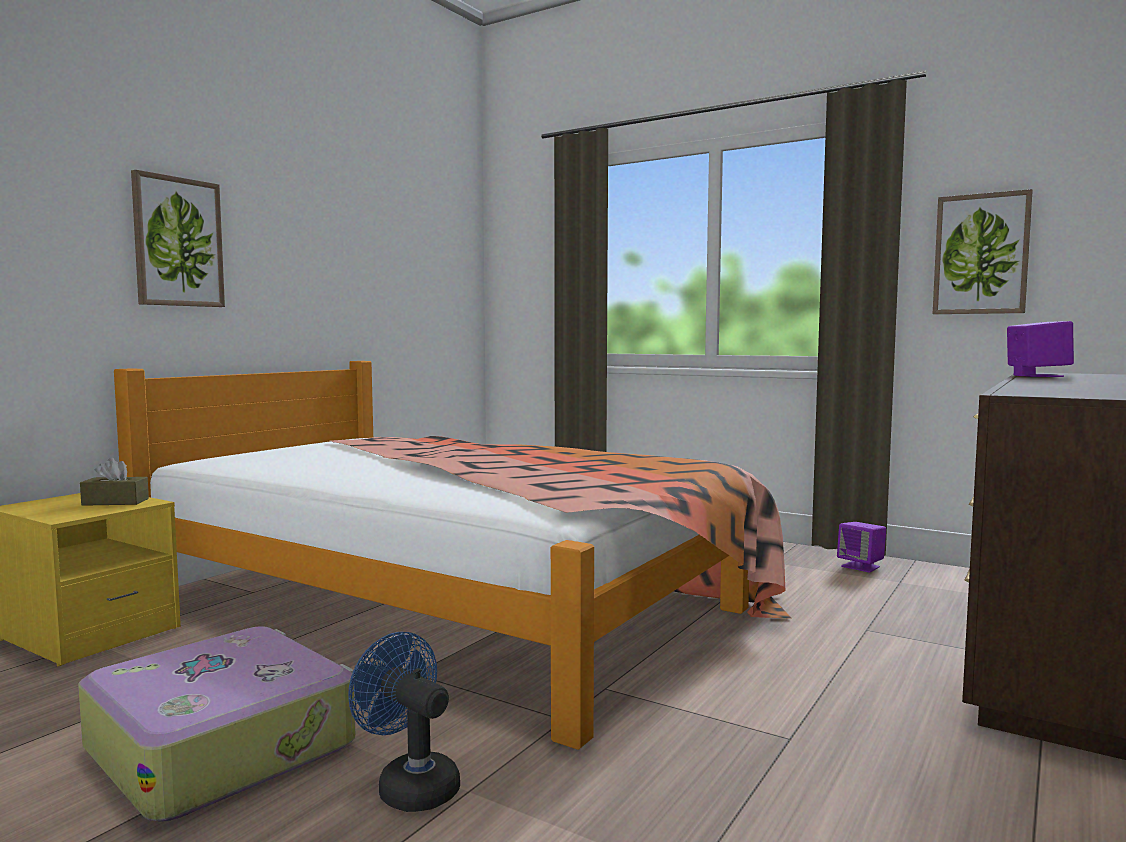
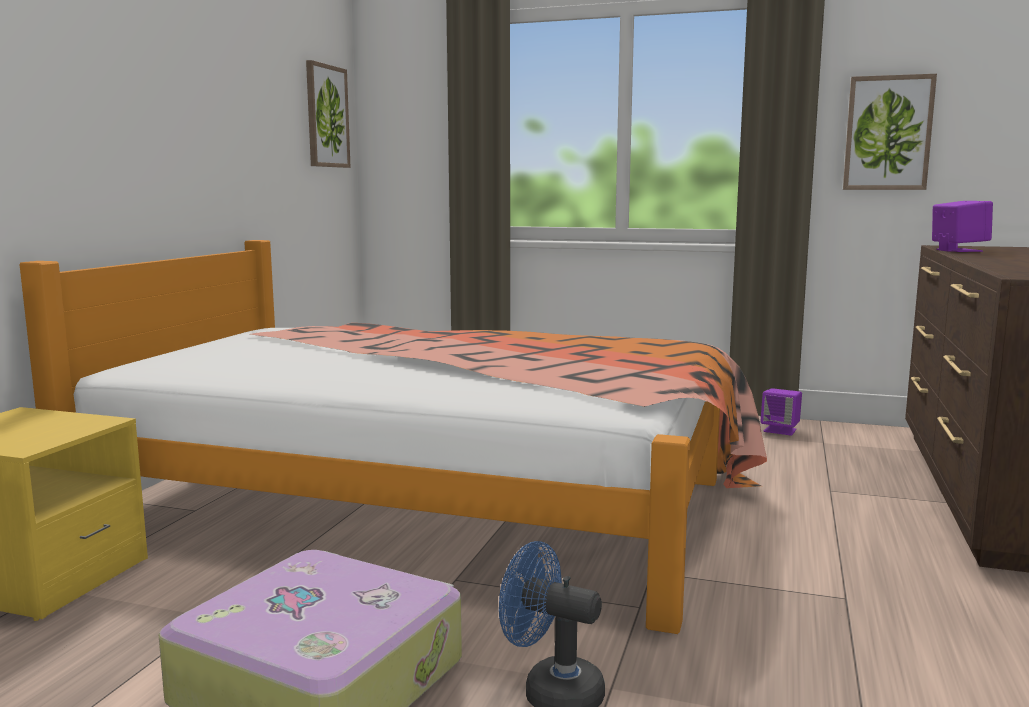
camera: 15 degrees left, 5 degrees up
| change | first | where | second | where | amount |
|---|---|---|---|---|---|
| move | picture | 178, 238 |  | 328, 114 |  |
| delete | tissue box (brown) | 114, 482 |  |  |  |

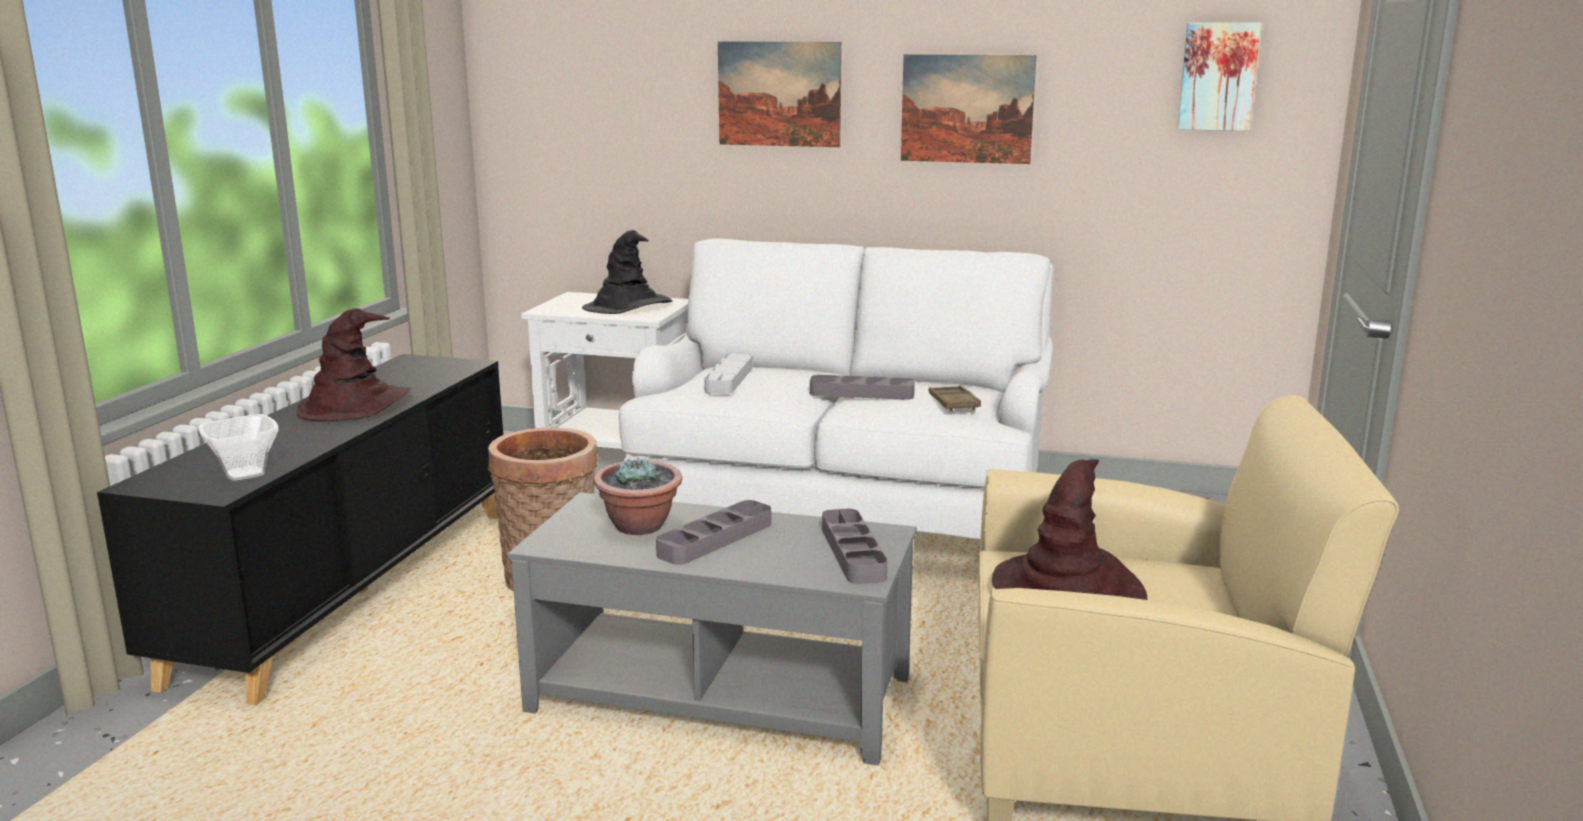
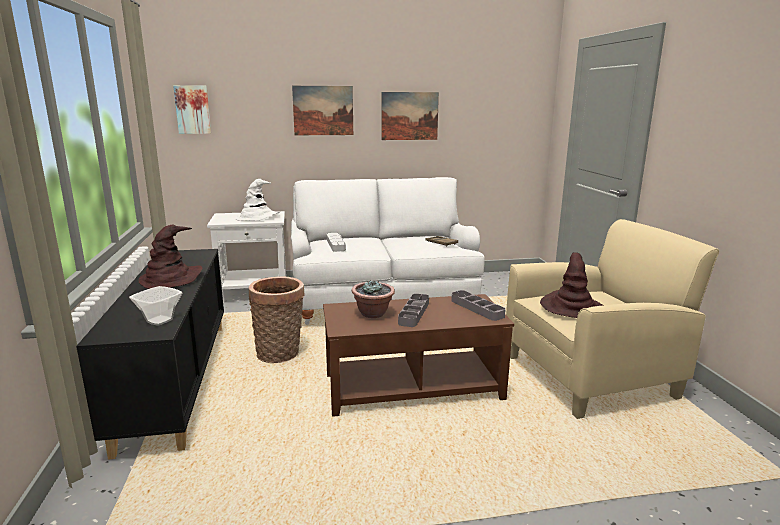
camera: 25 degrees left, 0 degrees up
| change | first | where | second | where | amount |
|---|---|---|---|---|---|
| move | picture | 1219, 77 |  | 192, 109 |  |
| recolor | hat (black) | 627, 272 | hat (white) | 257, 200 |  |
| delete | tray (grey) | 862, 387 |  |  |  |
| recolor | coffee table (grey) | 712, 629 | coffee table (brown) | 418, 355 |  |

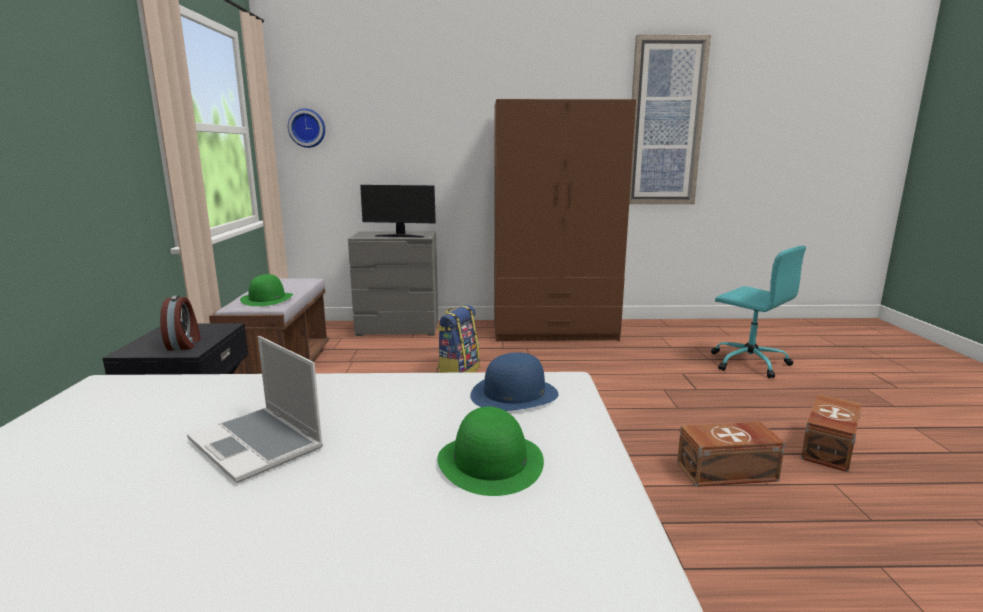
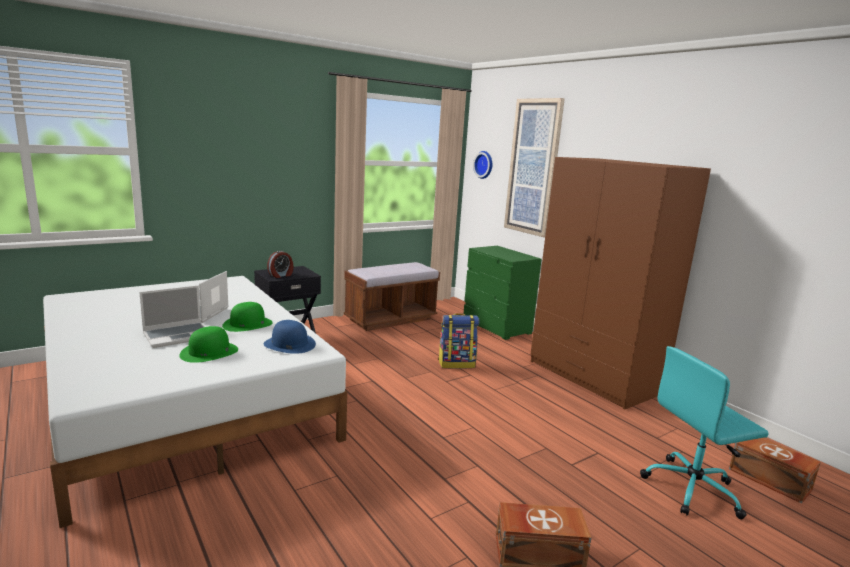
camera: 55 degrees right, 0 degrees up
| change | first | where | second | where | amount |
|---|---|---|---|---|---|
| move | picture | 670, 119 |  | 534, 168 |  |
| delete | monitor | 398, 211 |  |  |  |
| recolor | dresser (grey) | 393, 283 | dresser (green) | 502, 293 |  |
| rotate | office chair (turquoise) | 758, 312 |  | 704, 432 | 60 degrees clockwise |
| move | hat (green) | 266, 290 |  | 247, 317 |  |
| move | storage box (brown) | 731, 454 |  | 775, 471 |  |
| insert |  |  | laptop | 172, 316 |  |

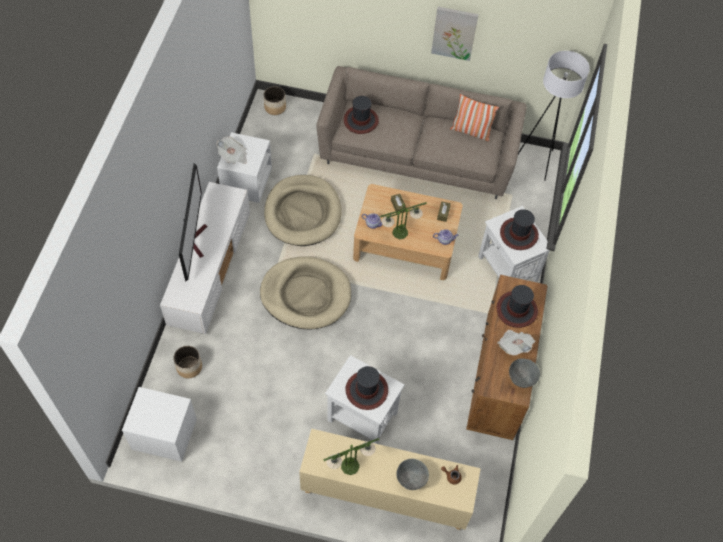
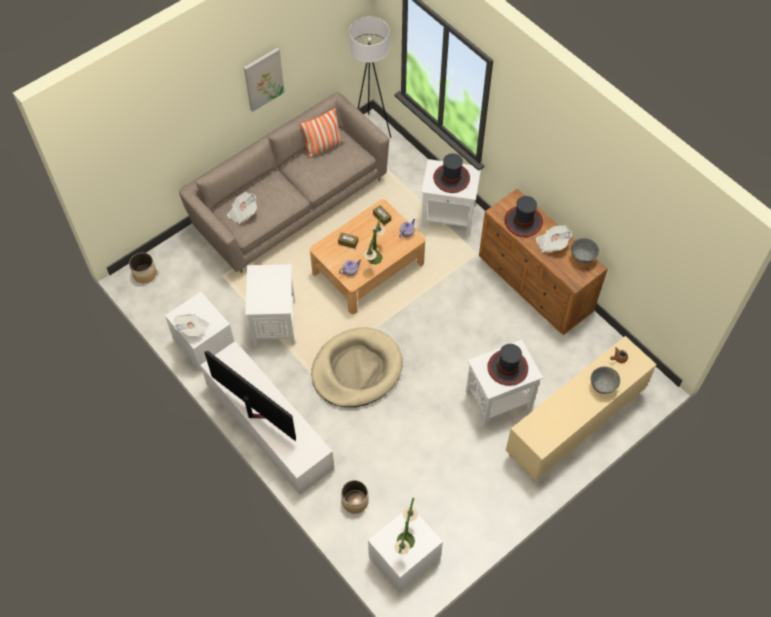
camera: 50 degrees left, 0 degrees up
| change | first | where | second | where | amount |
|---|---|---|---|---|---|
| replace | hat | 361, 115 | newspaper | 242, 208 |  |
| replace | dog bed (beige) | 303, 210 | side table (white) | 270, 305 |  |
| move | table lamp | 351, 456 |  | 406, 526 |  |

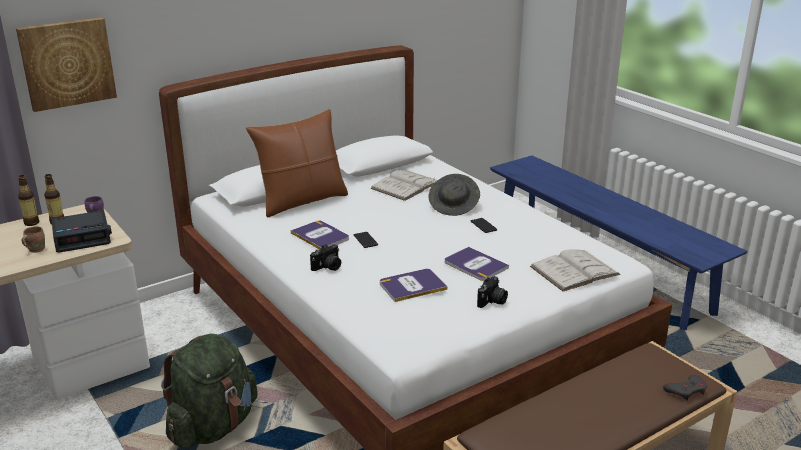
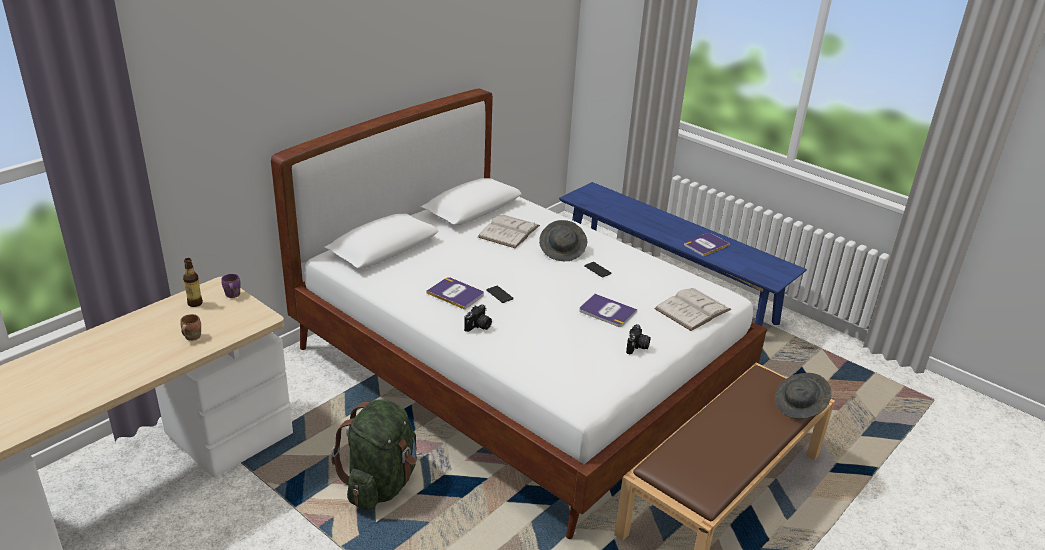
camera: 15 degrees left, 5 degrees up
| change | first | where | second | where | amount |
|---|---|---|---|---|---|
| delete | picture | 66, 64 |  |  |  |
| delete | pillow (brown) | 297, 163 |  |  |  |
| delete | bottle | 28, 200 |  |  |  |
| delete | alarm clock | 81, 231 |  |  |  |
| move | book | 414, 285 |  | 707, 244 |  |
| replace | game controller (grey) | 685, 388 | hat (grey) | 803, 396 |  |

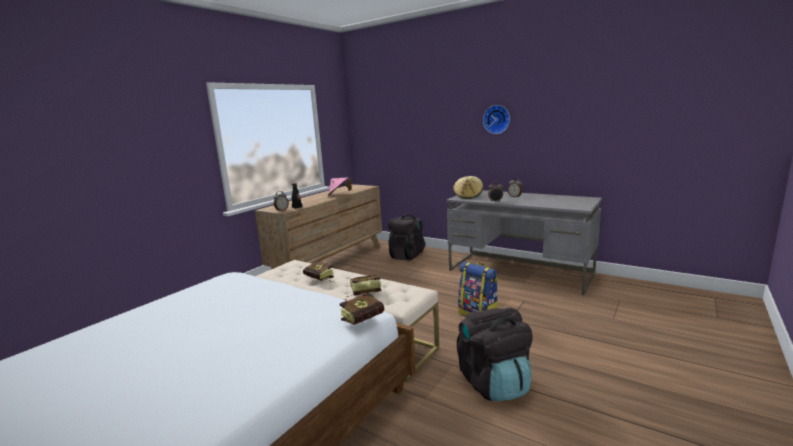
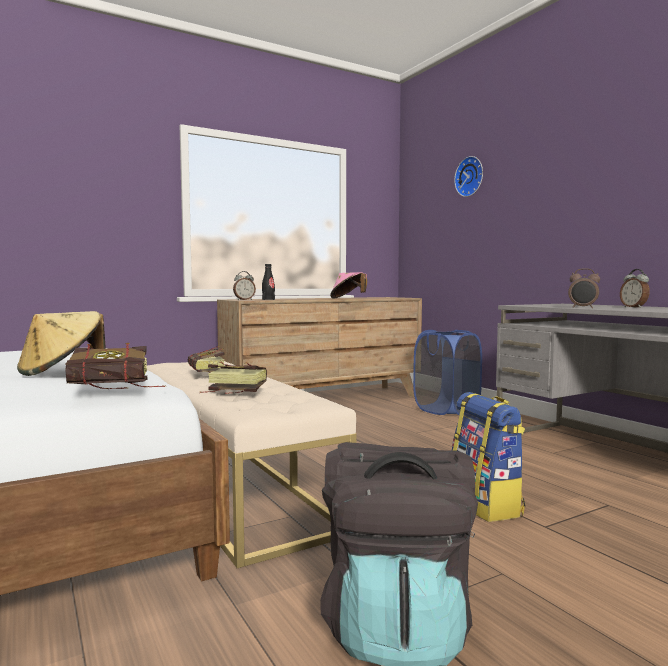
camera: 25 degrees right, 10 degrees down
| change | first | where | second | where | amount |
|---|---|---|---|---|---|
| move | wall clock | 496, 119 |  | 468, 176 |  |
| move | hat (beige) | 468, 187 |  | 61, 343 |  |
| replace | backpack (black) | 406, 237 | laundry basket (blue) | 447, 372 |  |

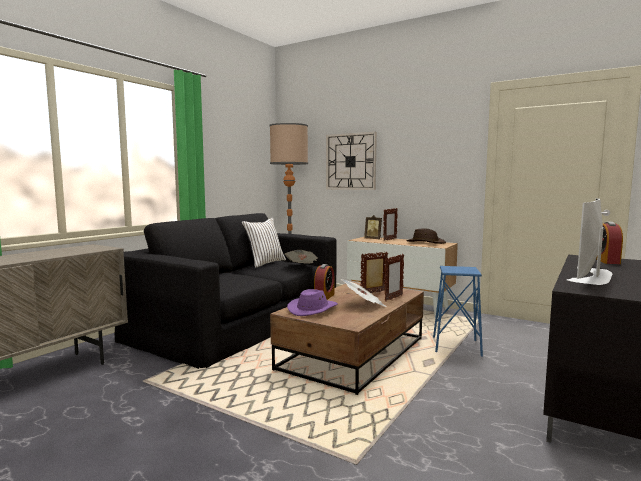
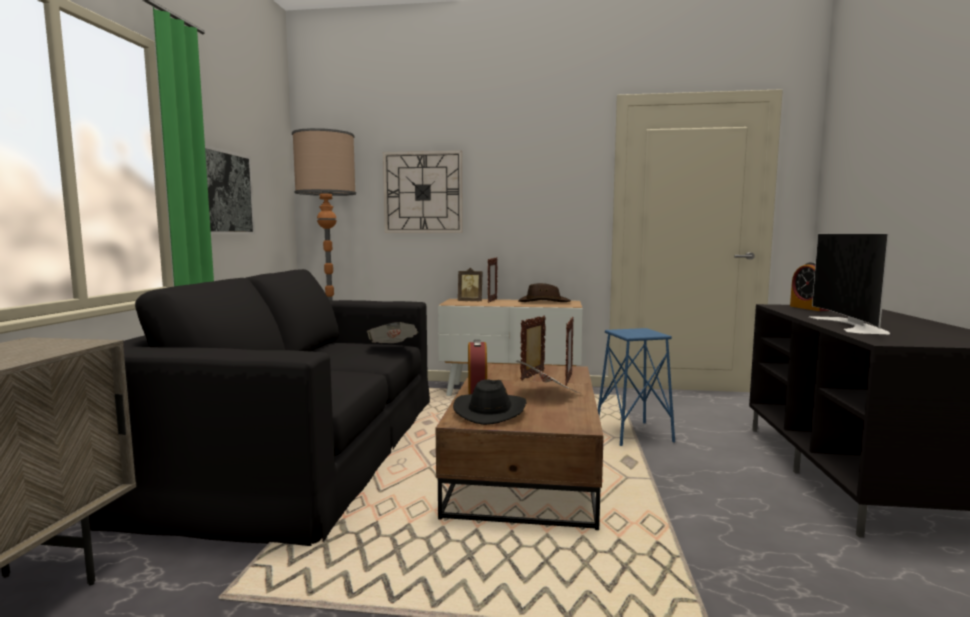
camera: 25 degrees left, 0 degrees up
| change | first | where | second | where | amount |
|---|---|---|---|---|---|
| delete | pillow (white) | 264, 243 |  |  |  |
| recolor | hat (purple) | 312, 302 | hat (black) | 489, 402 |  |
| insert |  |  | picture | 230, 189 |  |

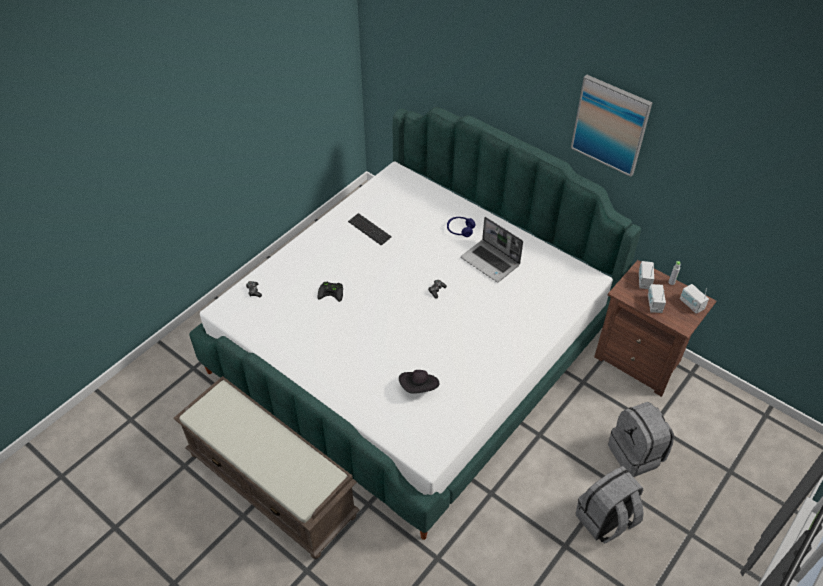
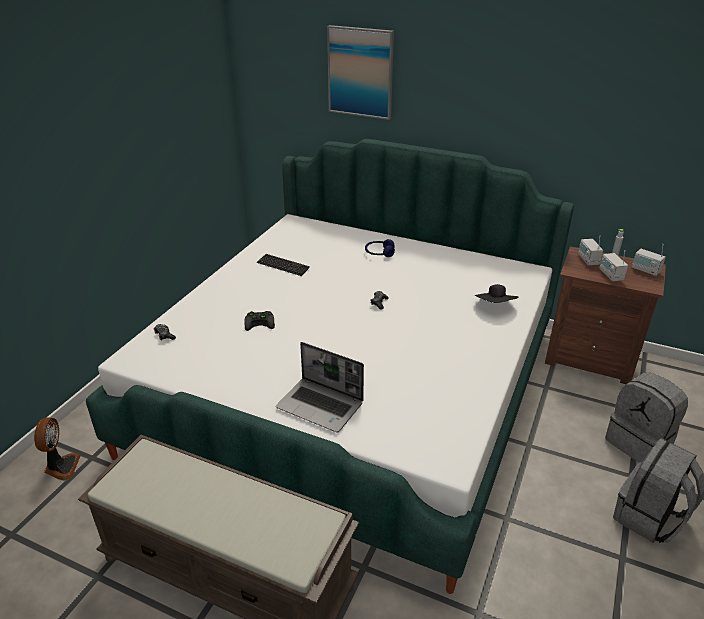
camera: 15 degrees left, 15 degrees down
| change | first | where | second | where | amount |
|---|---|---|---|---|---|
| move | picture | 612, 126 |  | 360, 72 |  |
| move | laptop | 492, 249 |  | 320, 387 |  |
| move | hat (black) | 419, 382 |  | 496, 293 |  |
| insert |  |  | fan | 57, 449 |  |

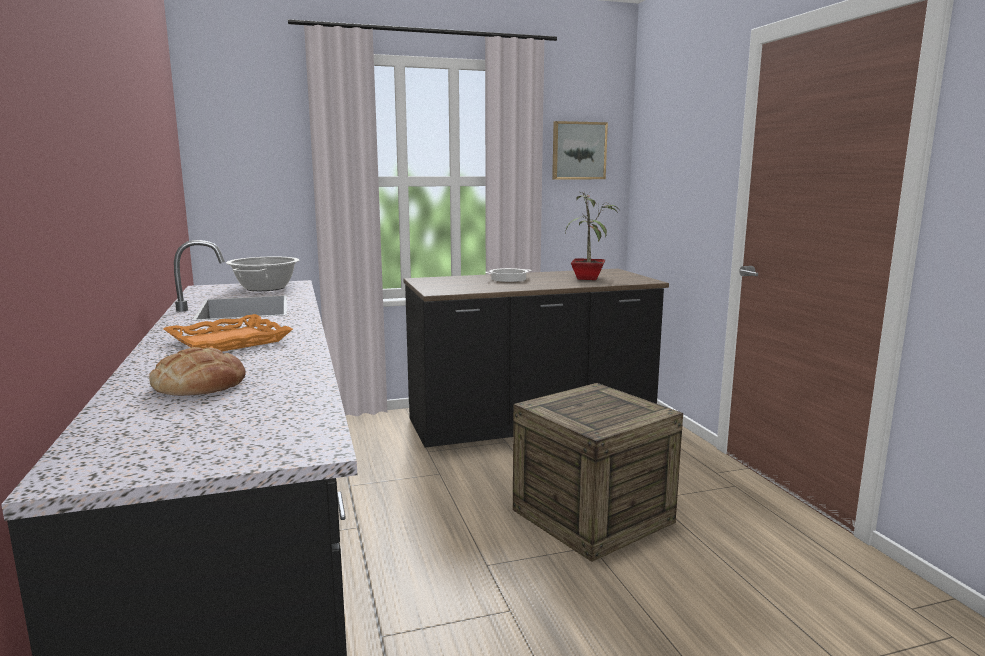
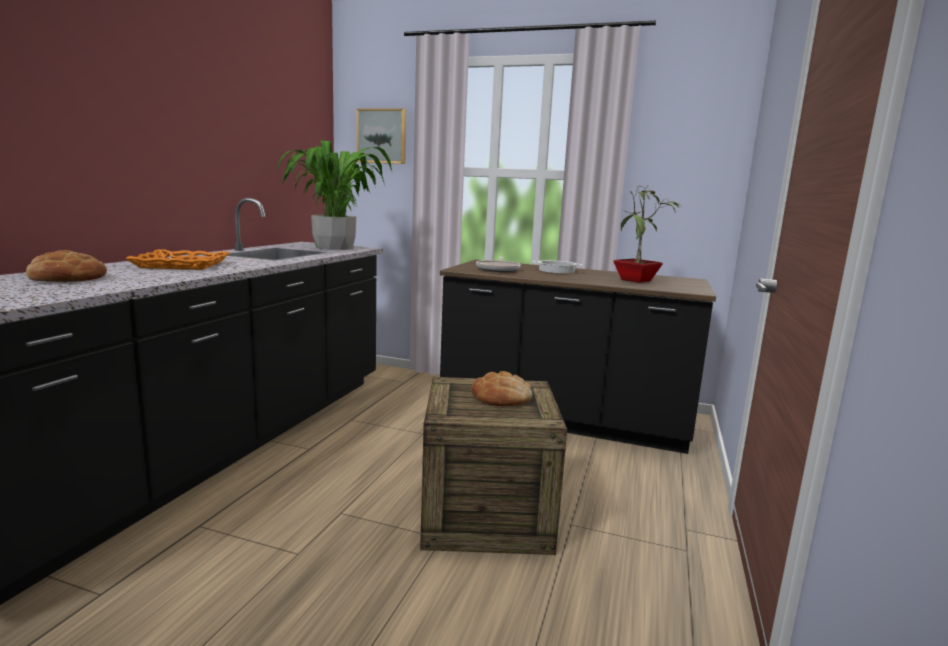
camera: 35 degrees right, 0 degrees up
| change | first | where | second | where | amount |
|---|---|---|---|---|---|
| move | picture | 580, 150 |  | 381, 136 |  |
| replace | cooking pot | 262, 274 | potted plant | 334, 195 |  |
| insert |  |  | frying pan | 498, 264 |  |
| insert |  |  | bread | 501, 388 |  |

